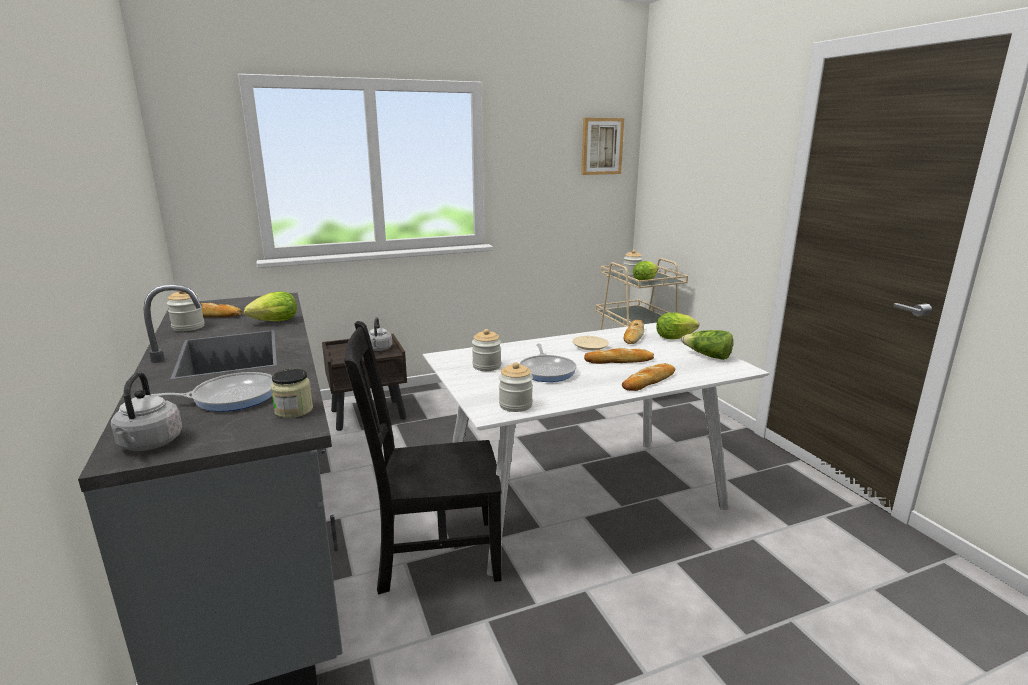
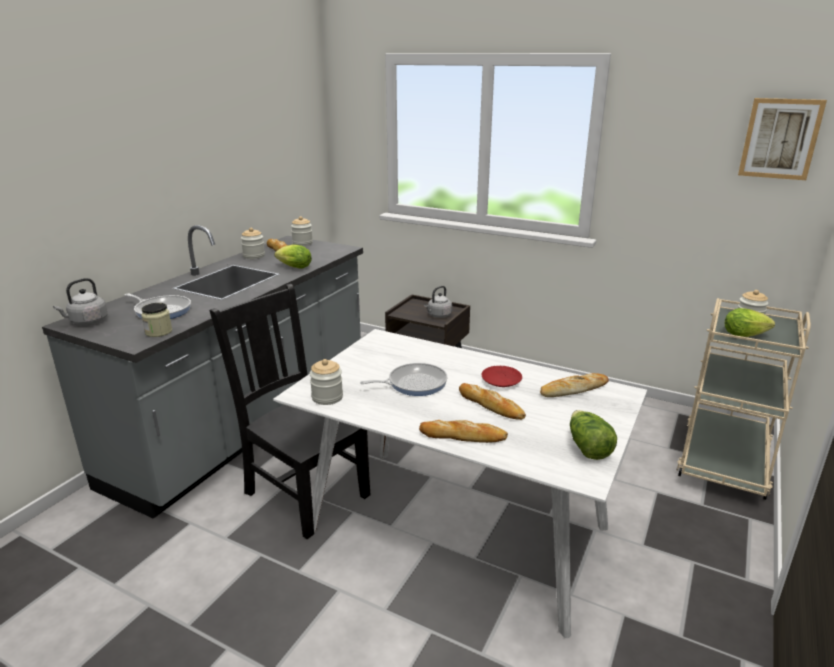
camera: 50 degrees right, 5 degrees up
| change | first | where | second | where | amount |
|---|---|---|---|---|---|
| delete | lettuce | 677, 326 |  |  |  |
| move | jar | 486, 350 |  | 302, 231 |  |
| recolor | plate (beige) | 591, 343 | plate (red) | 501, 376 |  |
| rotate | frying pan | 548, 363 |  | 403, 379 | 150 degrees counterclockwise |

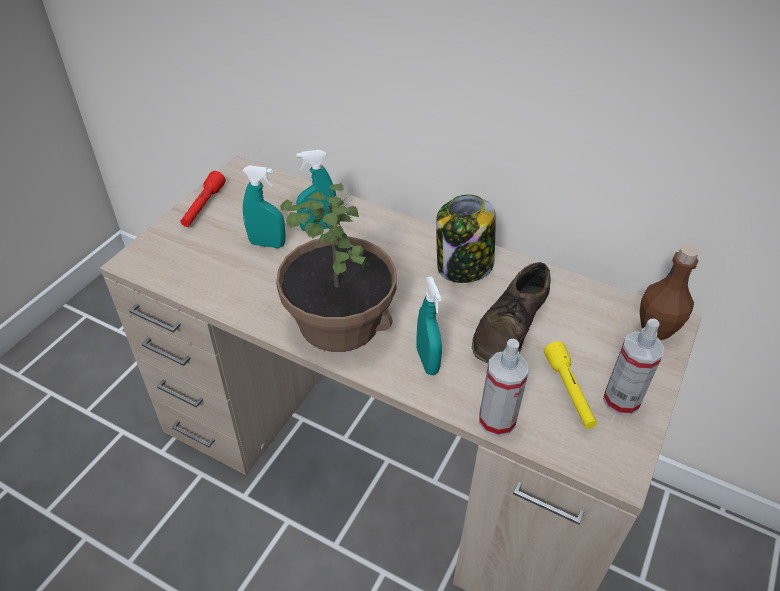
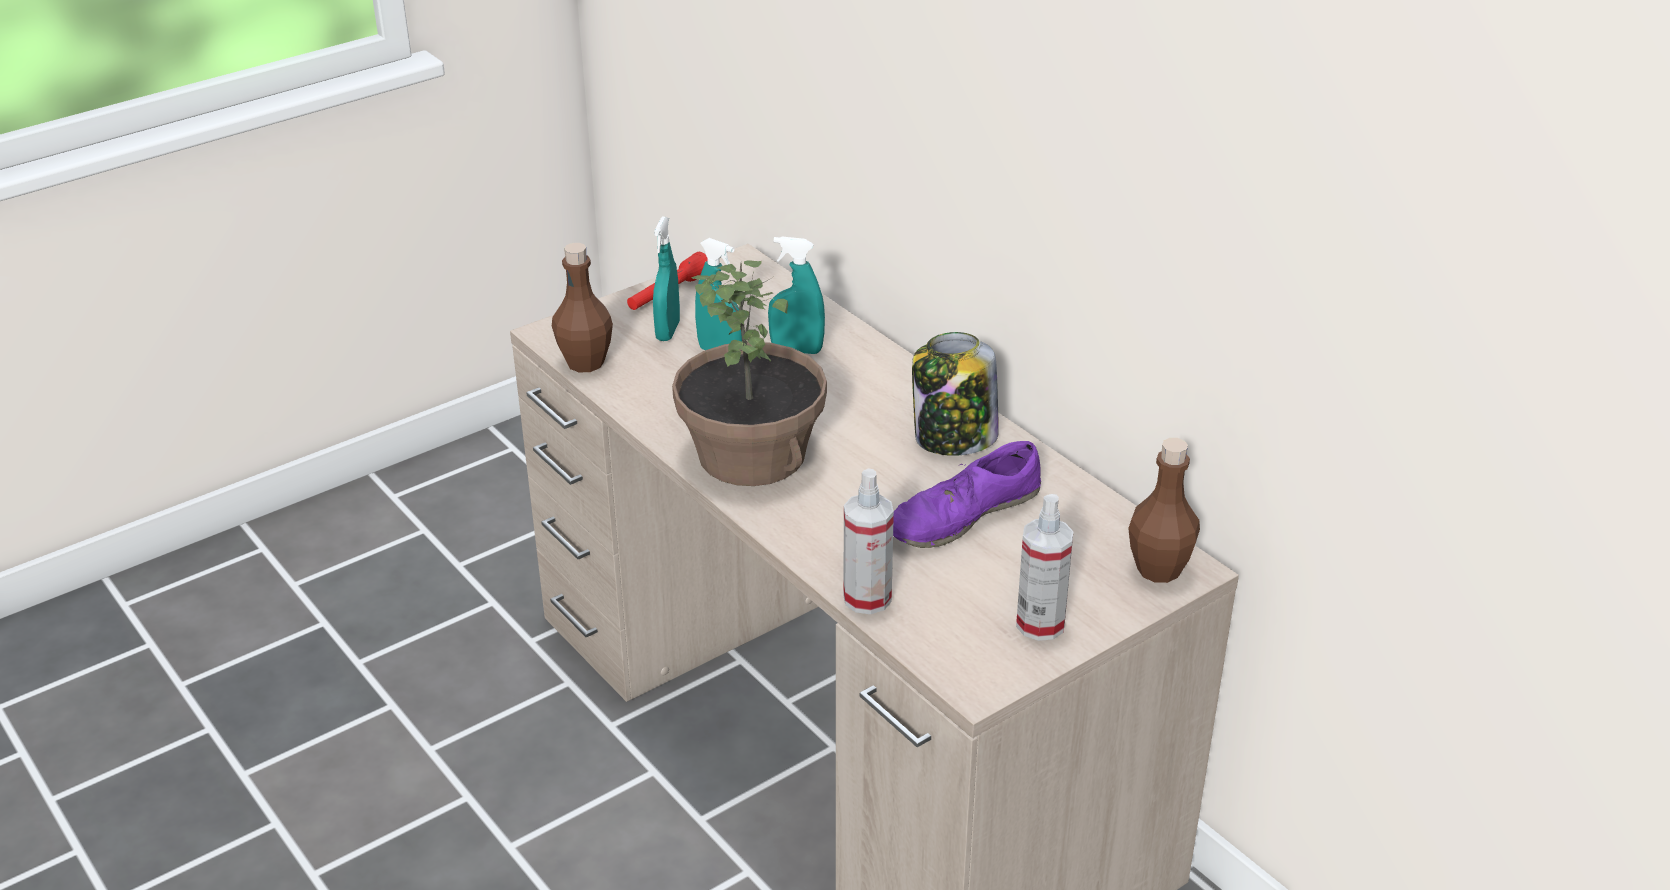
camera: 25 degrees right, 10 degrees down
| change | first | where | second | where | amount |
|---|---|---|---|---|---|
| recolor | shoe (brown) | 511, 312 | shoe (purple) | 967, 494 |  |
| move | spray bottle (turquoise) | 429, 325 |  | 666, 279 |  |
| delete | flashlight (yellow) | 570, 385 |  |  |  |
| insert |  |  | bottle (brown) | 582, 307 |  |

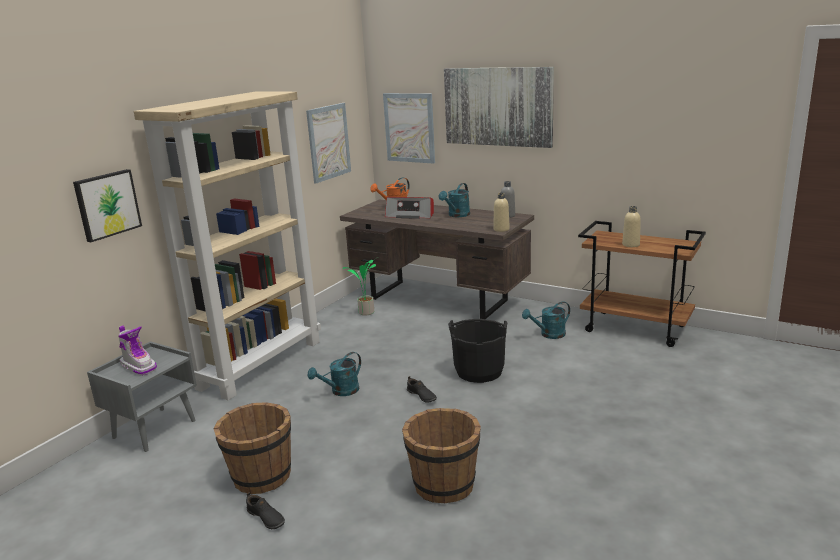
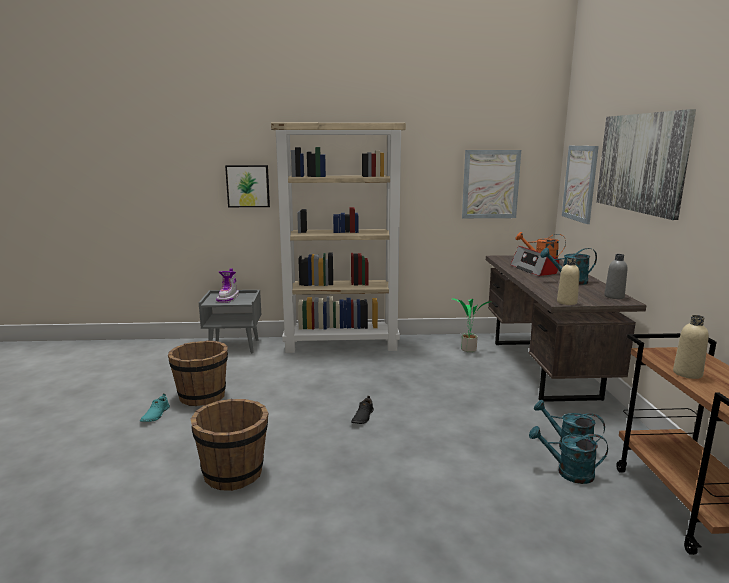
camera: 55 degrees right, 5 degrees down
| change | first | where | second | where | amount |
|---|---|---|---|---|---|
| delete | bucket (black) | 478, 351 |  |  |  |
| move | watering can (turquoise) | 334, 374 |  | 568, 455 |  |
| recolor | shoe (black) | 265, 510 | shoe (turquoise) | 155, 408 |  |

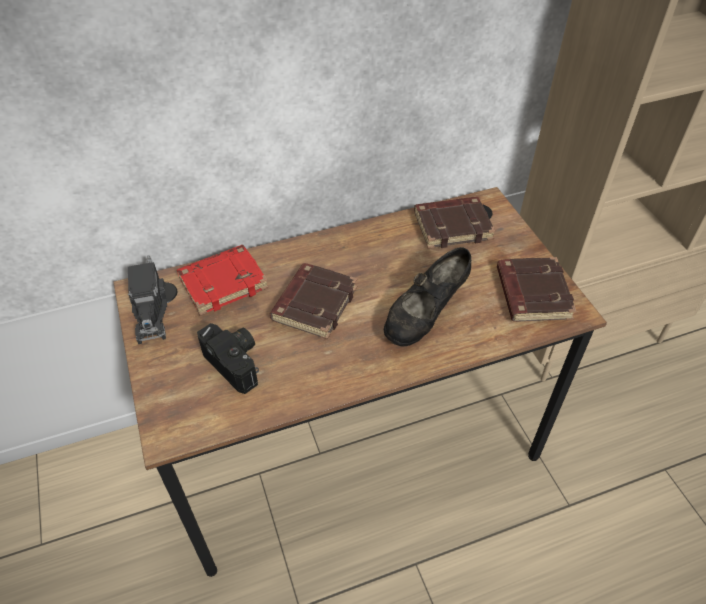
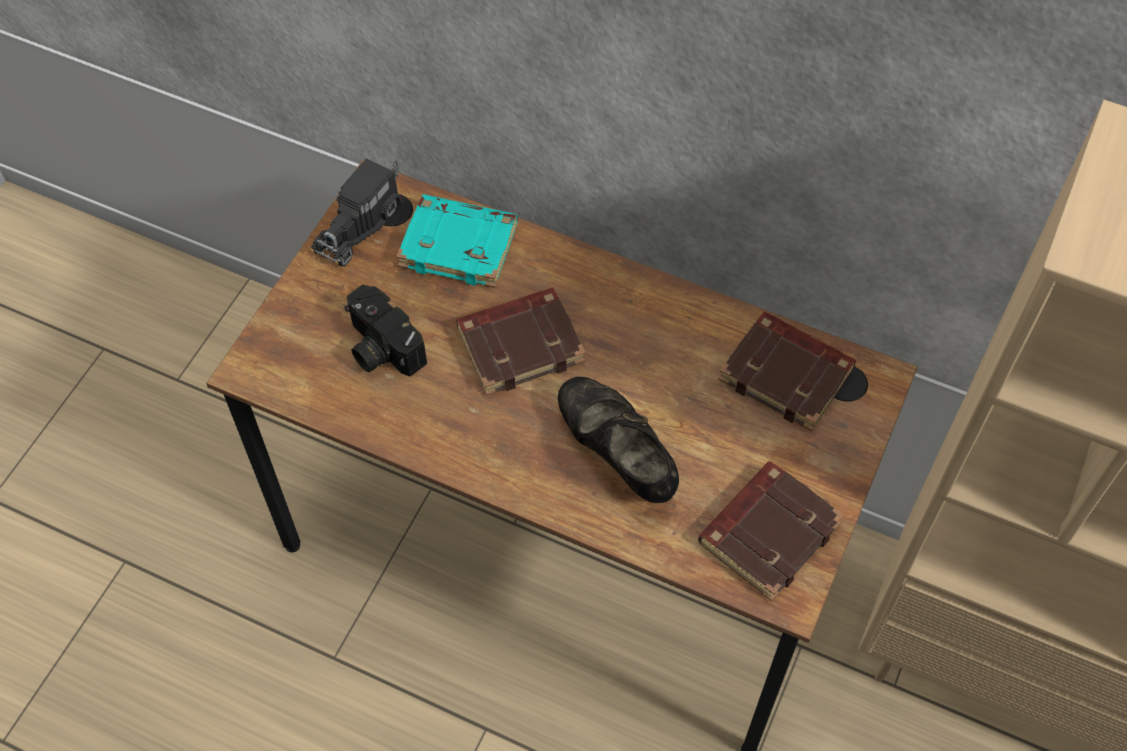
camera: 45 degrees right, 10 degrees up
| change | first | where | second | where | amount |
|---|---|---|---|---|---|
| recolor | book (red) | 223, 280 | book (turquoise) | 457, 241 |  |
| rotate | shoe (black) | 427, 297 |  | 618, 440 | 60 degrees clockwise |
| rotate | photo camera | 228, 358 |  | 386, 330 | 135 degrees clockwise |

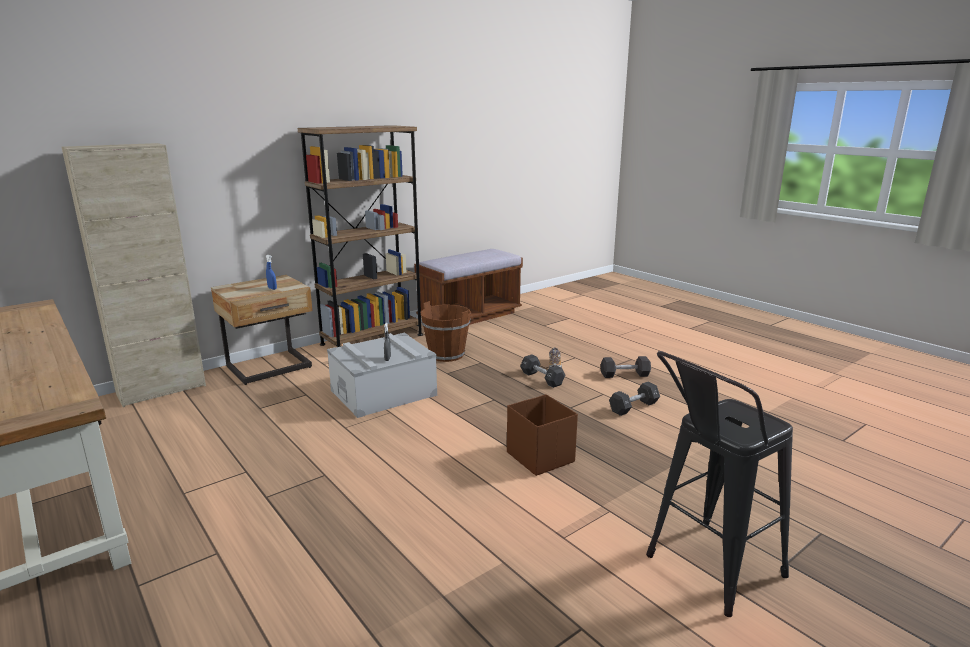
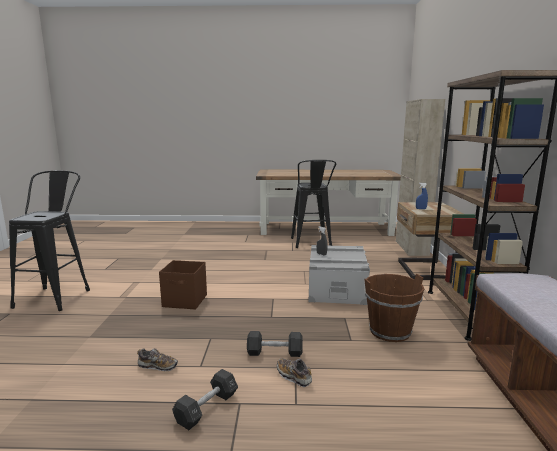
camera: 130 degrees right, 5 degrees down
| change | first | where | second | where | amount |
|---|---|---|---|---|---|
| replace | dumbbell (black) | 634, 399 | shoe | 157, 359 |  |
| insert |  |  | stool (black) | 313, 204 |  |

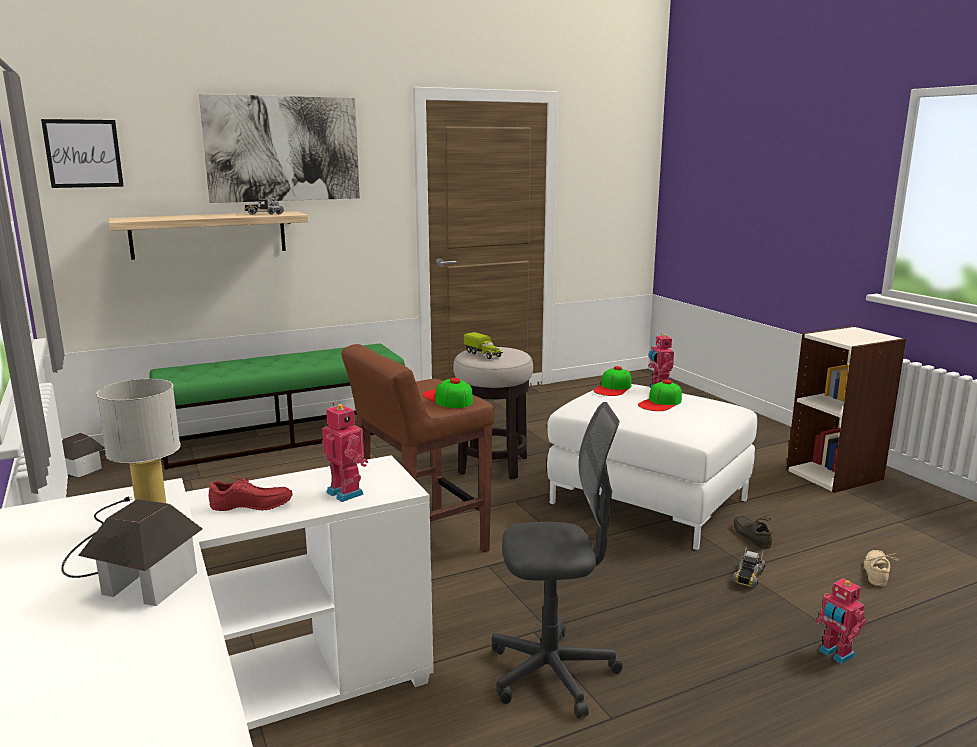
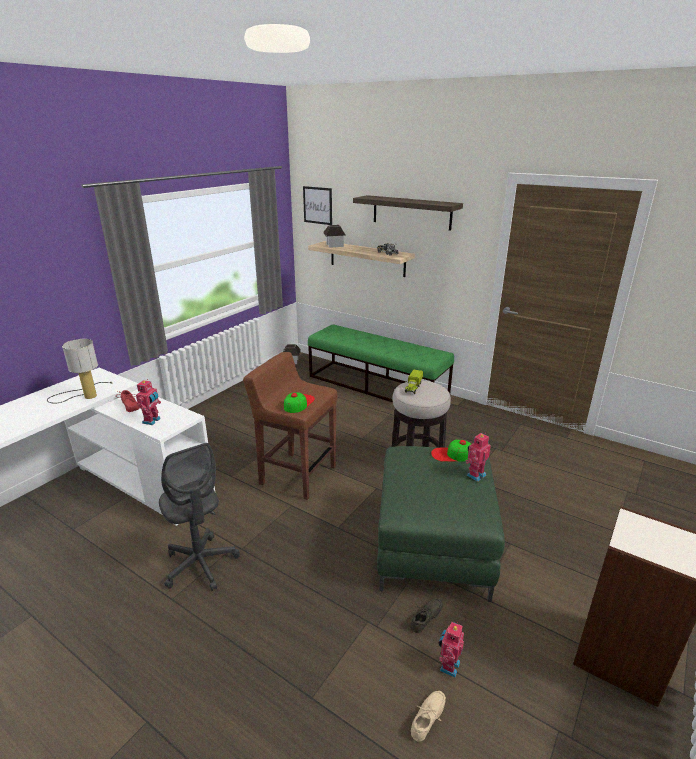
camera: 60 degrees right, 10 degrees up
| change | first | where | second | where | amount |
|---|---|---|---|---|---|
| replace | picture | 279, 148 | shelf | 408, 213 |  |
| delete | cap | 660, 395 |  |  |  |
| recolor | ottoman (white) | 652, 467 | ottoman (green) | 441, 524 |  |
| move | toy house | 140, 552 |  | 334, 236 |  |
| delete | toy truck | 749, 566 |  |  |  |
| rotate | shoe (beige) | 881, 568 |  | 428, 716 | 45 degrees counterclockwise |
| move | toy robot | 841, 620 |  | 451, 649 |  |

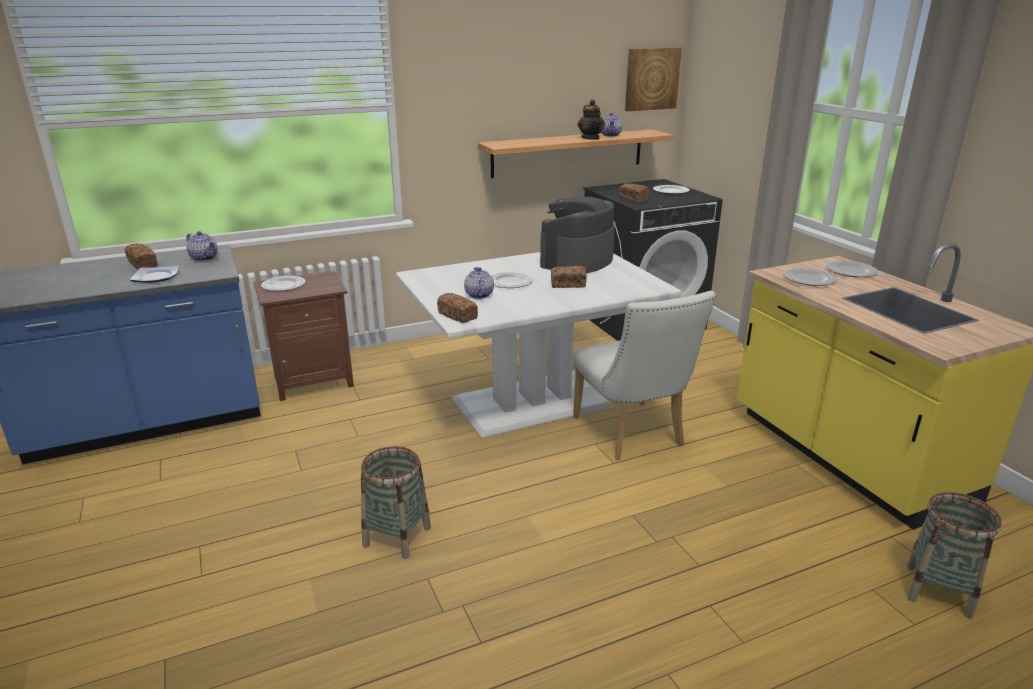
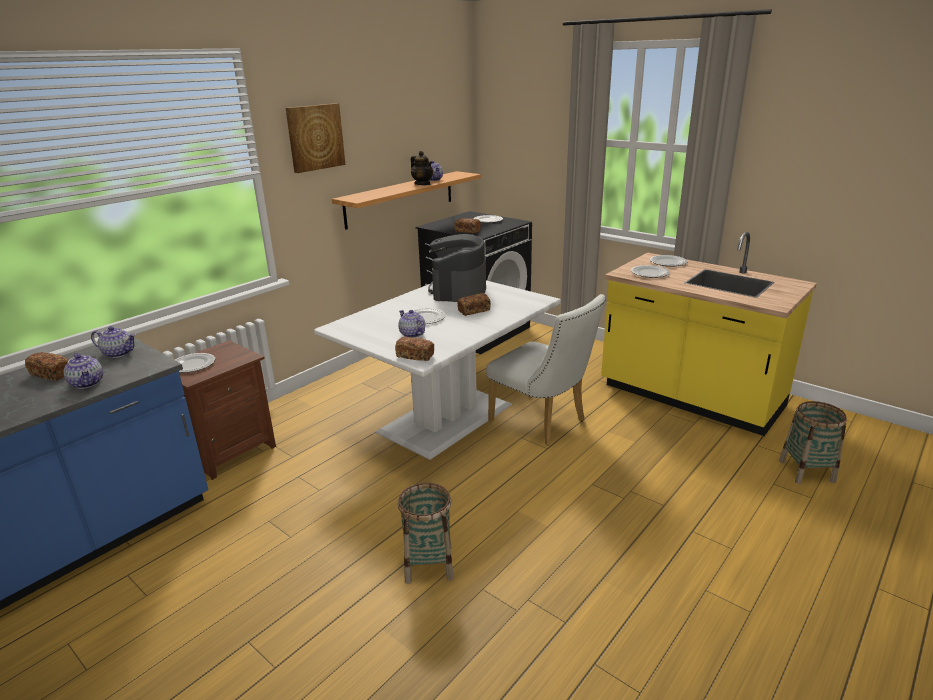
camera: 25 degrees left, 0 degrees up
| change | first | where | second | where | amount |
|---|---|---|---|---|---|
| move | picture | 653, 79 |  | 315, 138 |  |
| replace | plate | 154, 274 | teapot | 83, 371 |  |

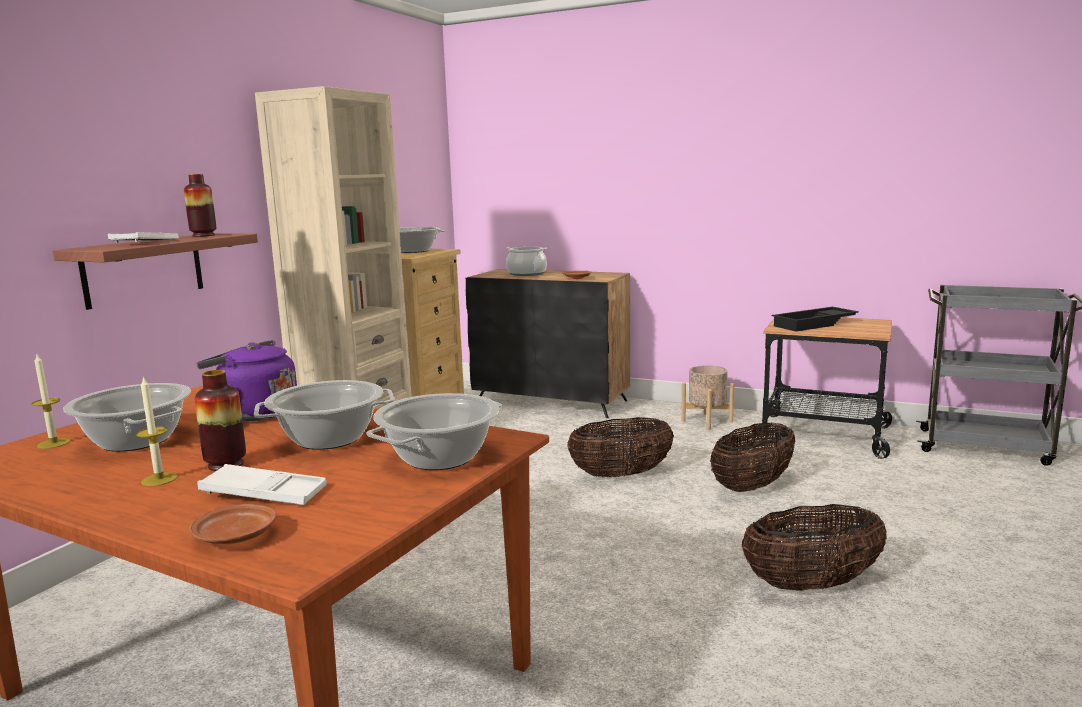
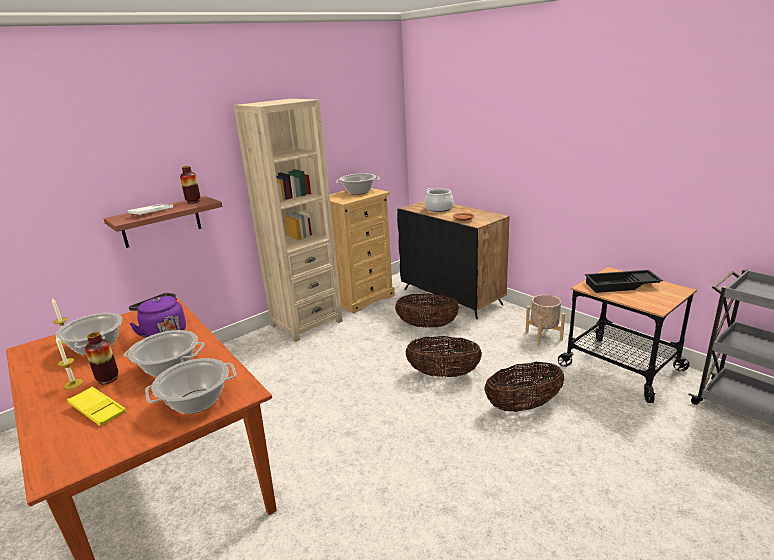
camera: 25 degrees right, 10 degrees up
| change | first | where | second | where | amount |
|---|---|---|---|---|---|
| recolor | tray (white) | 262, 484 | tray (yellow) | 96, 406 |  |
| delete | plate (brown) | 233, 524 |  |  |  |
| move | basket | 814, 547 |  | 427, 310 |  |

